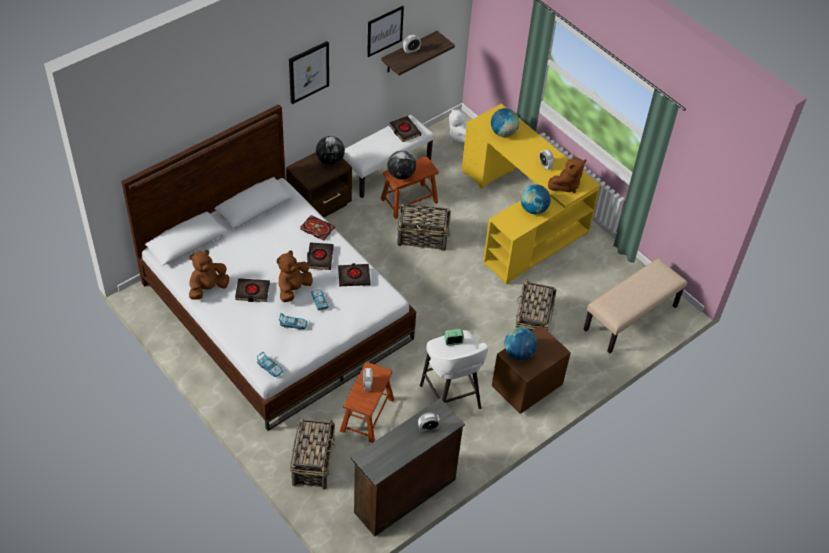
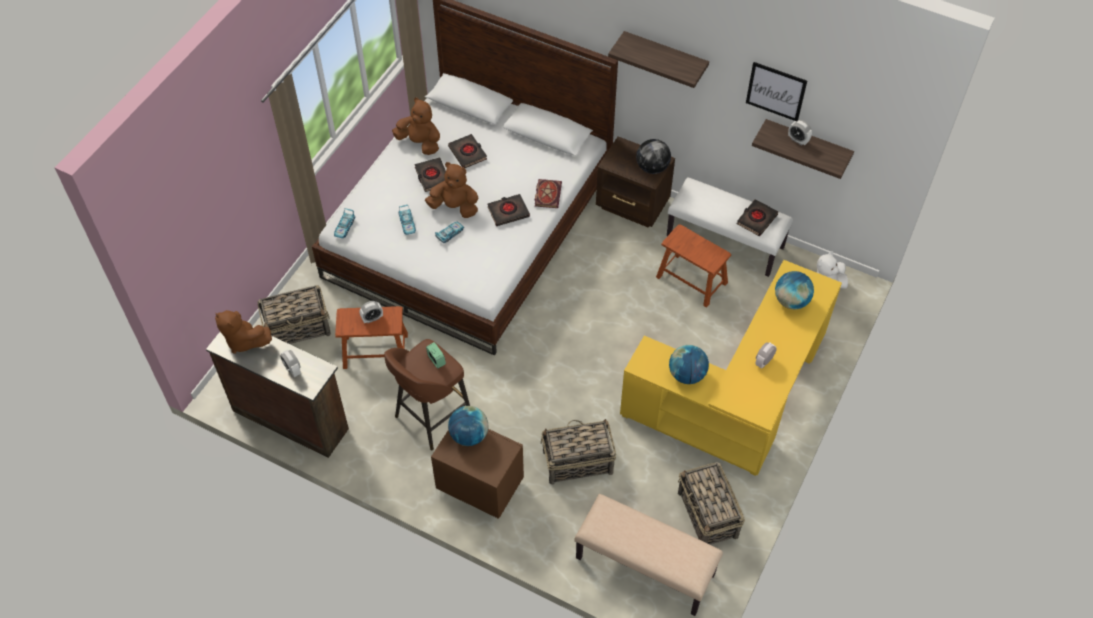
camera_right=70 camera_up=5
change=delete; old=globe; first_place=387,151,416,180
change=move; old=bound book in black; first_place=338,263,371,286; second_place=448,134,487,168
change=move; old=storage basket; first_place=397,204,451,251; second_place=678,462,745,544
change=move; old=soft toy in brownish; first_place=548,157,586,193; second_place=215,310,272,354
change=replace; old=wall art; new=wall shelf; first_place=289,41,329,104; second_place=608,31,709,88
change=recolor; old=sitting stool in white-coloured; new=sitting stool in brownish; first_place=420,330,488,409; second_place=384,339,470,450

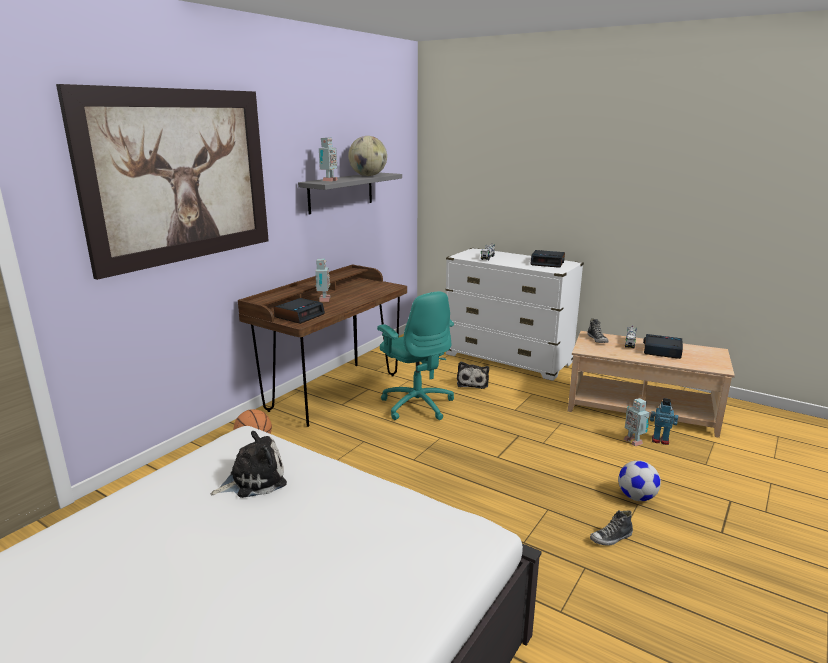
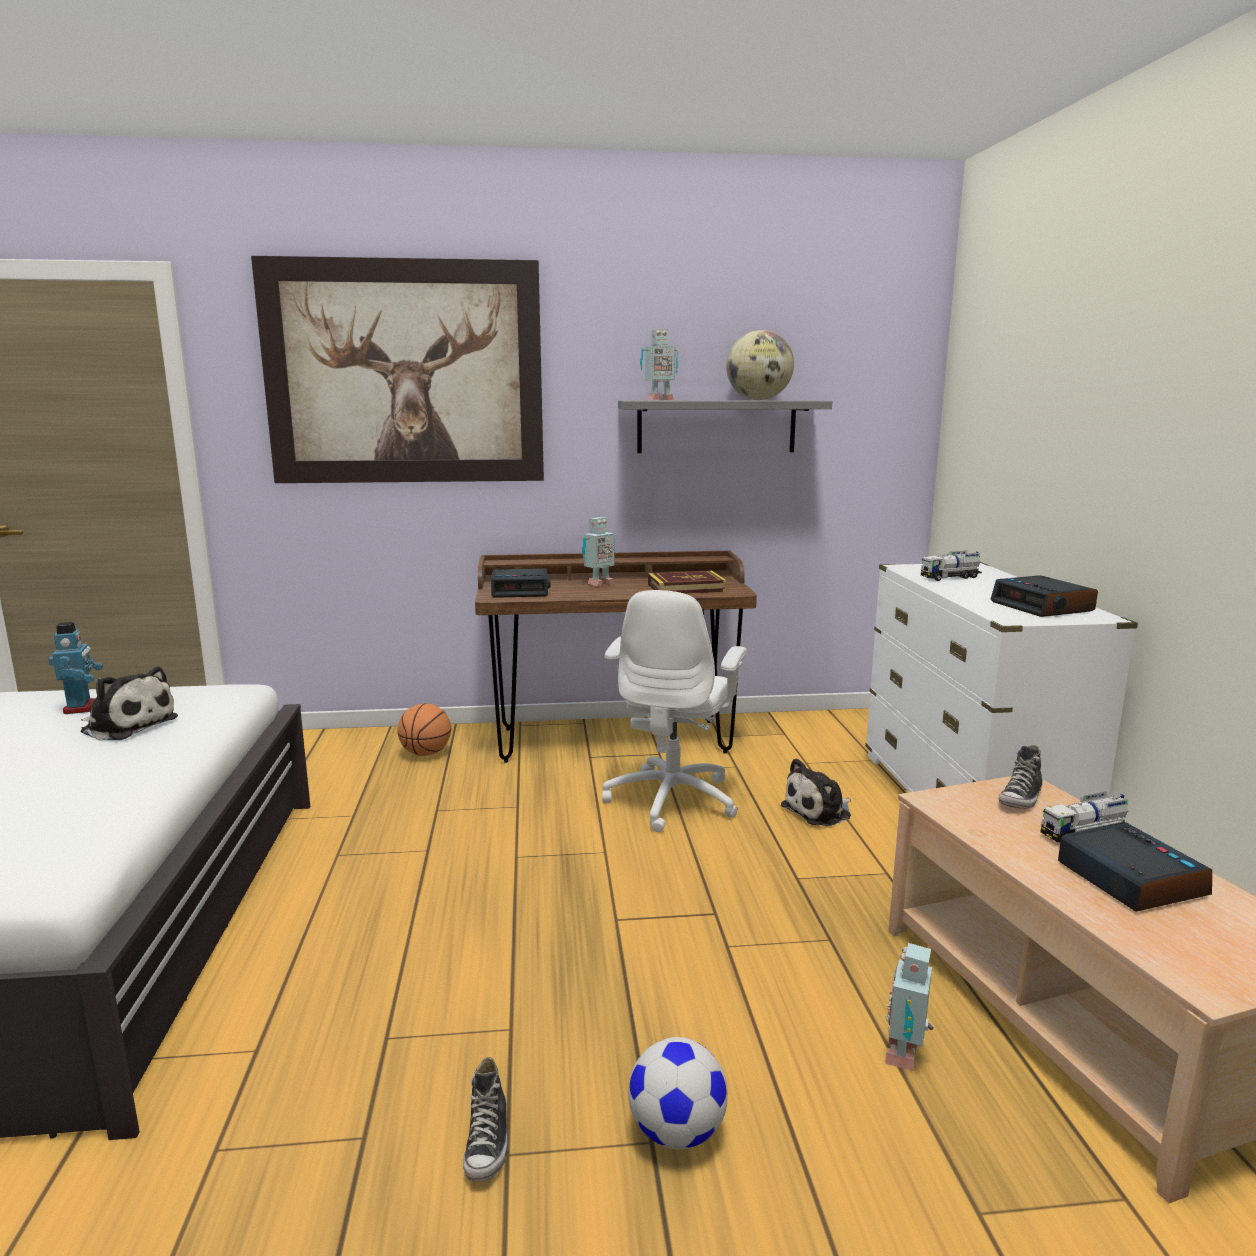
camera_right=50 camera_up=-5
change=insert; new=bound book; second_place=648,571,727,594
change=move; old=robot figure; first_place=650,398,678,445; second_place=49,622,103,714
change=recolor; old=computer chair in turquoise; new=computer chair in white-coloured; first_place=377,292,454,420; second_place=602,590,747,832
change=rotate; old=item of footwear; first_place=590,510,633,546; second_place=463,1057,507,1182; degrees=-120

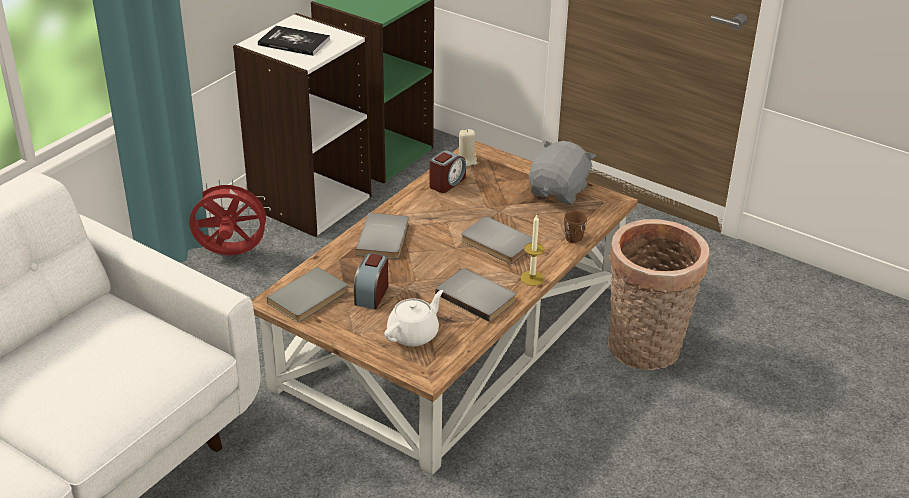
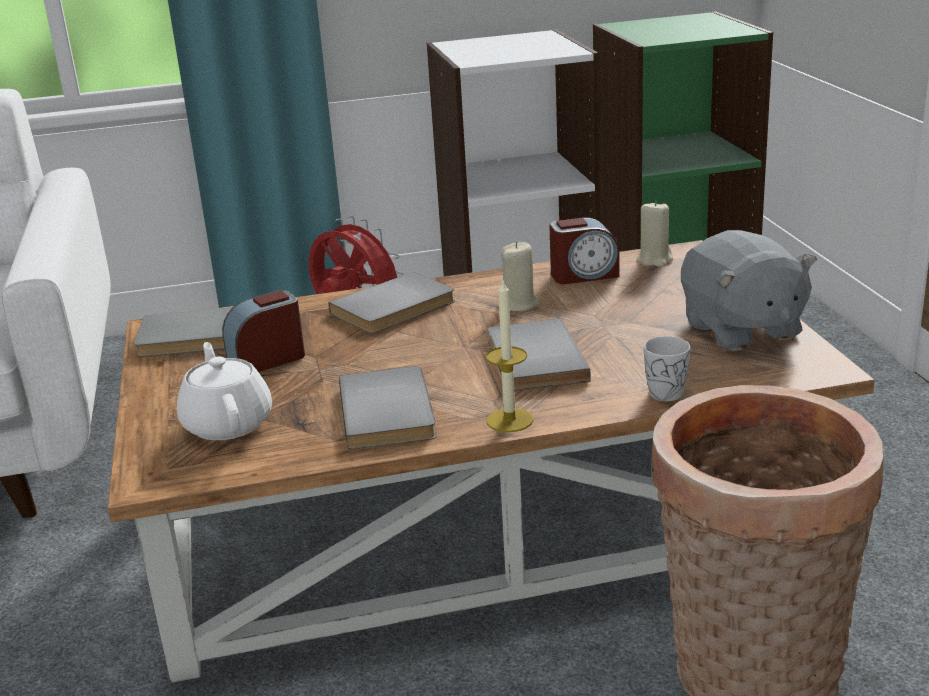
camera_right=45 camera_up=-10
change=delete; old=bound book; first_place=258,25,330,56
change=insert; new=wax candle in beige; second_place=501,242,540,311
change=recolor; old=coffee mug in brownish; new=coffee mug in white-coloured; first_place=564,211,587,243; second_place=644,336,690,401
change=rotate; old=pot for tea in white-coloured; first_place=384,290,443,347; second_place=177,342,272,440; degrees=-105
change=rotate; old=soft toy in grey; first_place=529,140,596,205; second_place=681,230,817,351; degrees=90

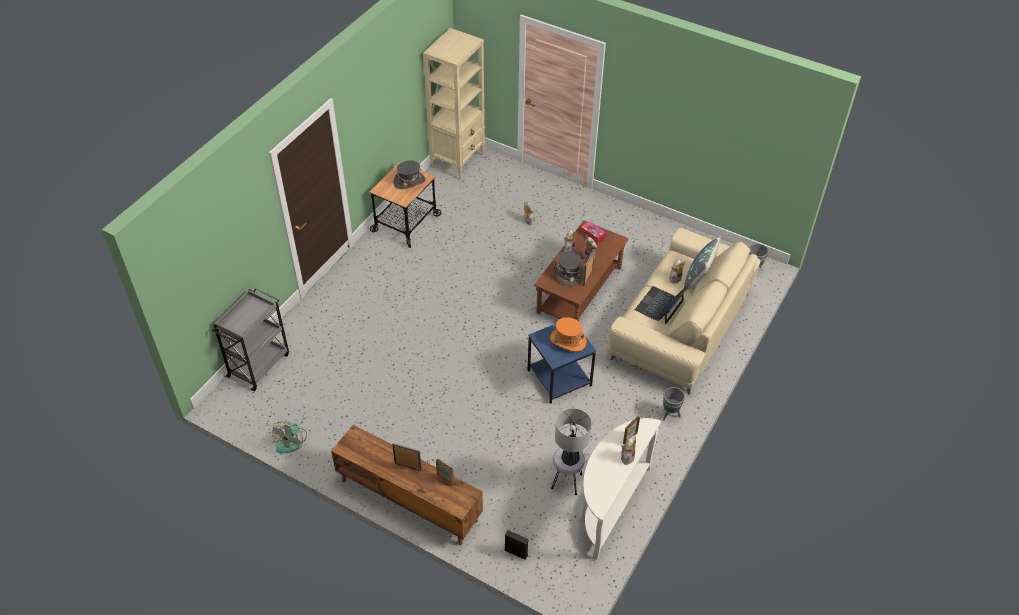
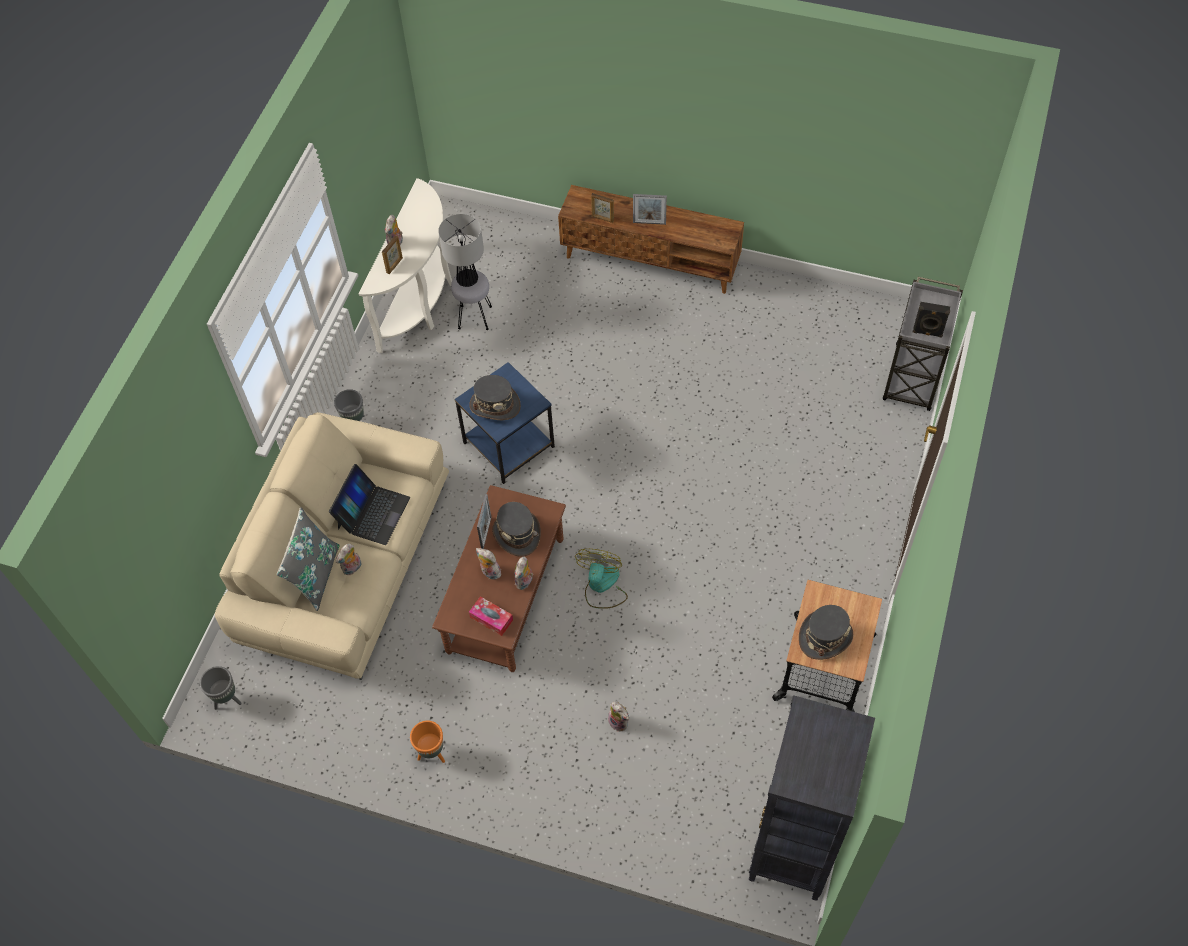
camera_right=170 camera_up=10
change=insert; new=plant pot in orangey; second_place=410,721,445,763
change=move; old=cooling fan; first_place=272,421,307,453; second_place=575,549,628,609
change=move; old=audio speaker in black; first_place=505,530,529,560; second_place=913,302,950,337
change=recolor; old=bookshelf in beige; new=bookshelf in black; first_place=423,28,485,179; second_place=749,695,875,901
change=recolor; old=wearable hat in orangey; new=wearable hat in grey; first_place=550,317,586,351; second_place=469,375,521,420

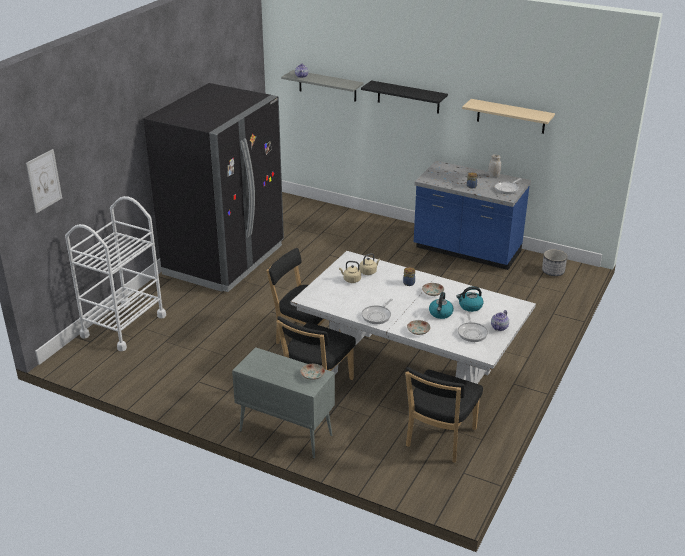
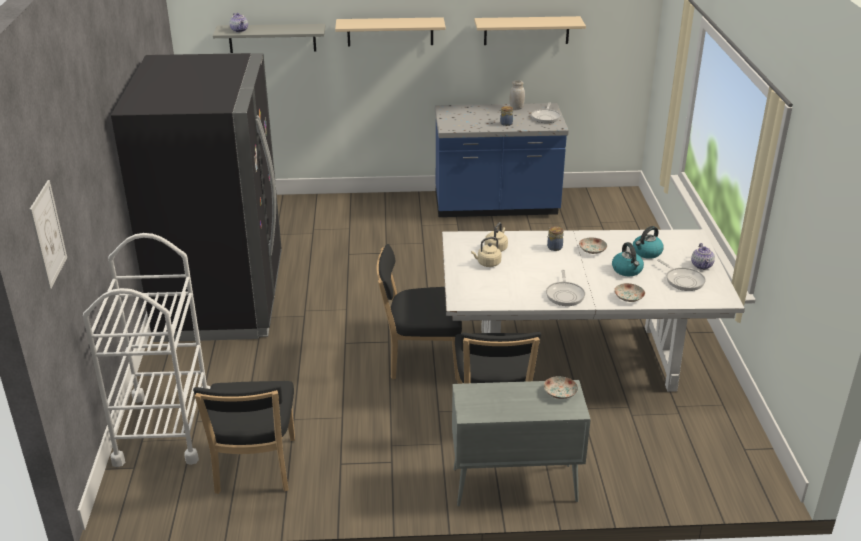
camera_right=-30 camera_up=0
change=delete; old=plant pot; first_place=542,249,568,276
change=move; old=plain chair in black; first_place=405,367,483,463; second_place=193,381,295,494
change=recolor; old=wall shelf in black; new=wall shelf in beige; first_place=361,80,448,114; second_place=335,17,446,47

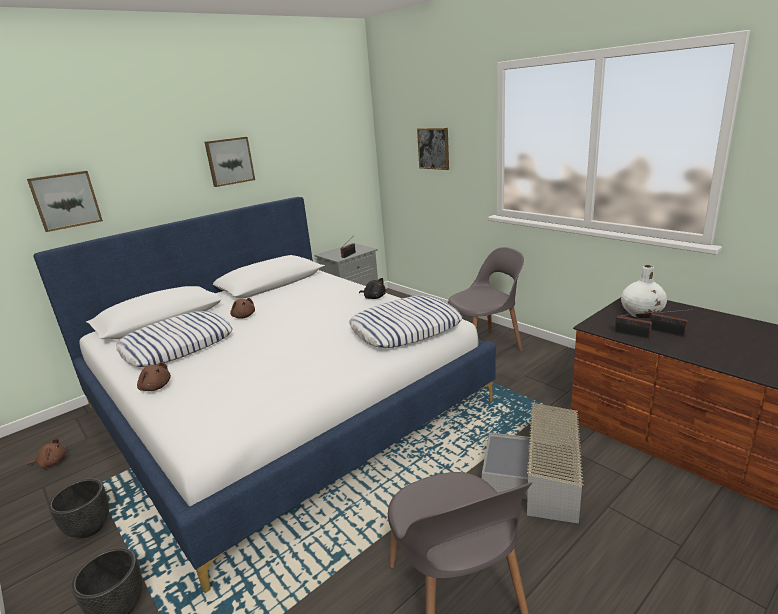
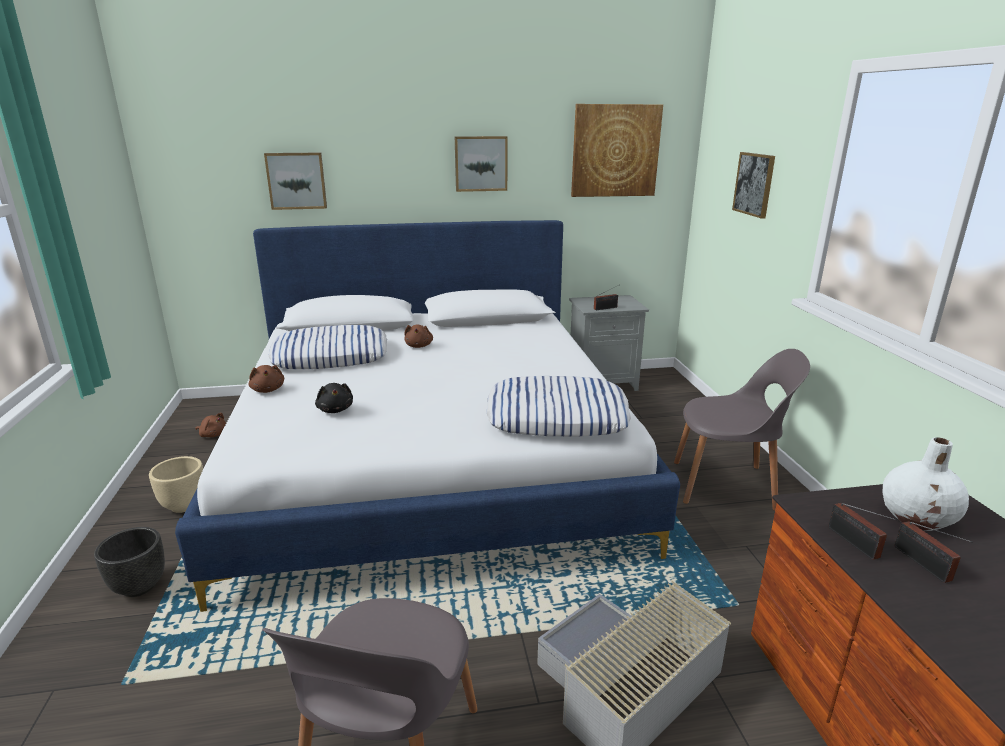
camera_right=30 camera_up=0
change=insert; new=wall art; second_place=571,104,663,197
change=move; old=soft toy in black; first_place=359,278,386,299; second_place=315,383,353,413
change=recolor; old=plant pot in black; new=plant pot in beige; first_place=48,478,109,538; second_place=149,456,203,513

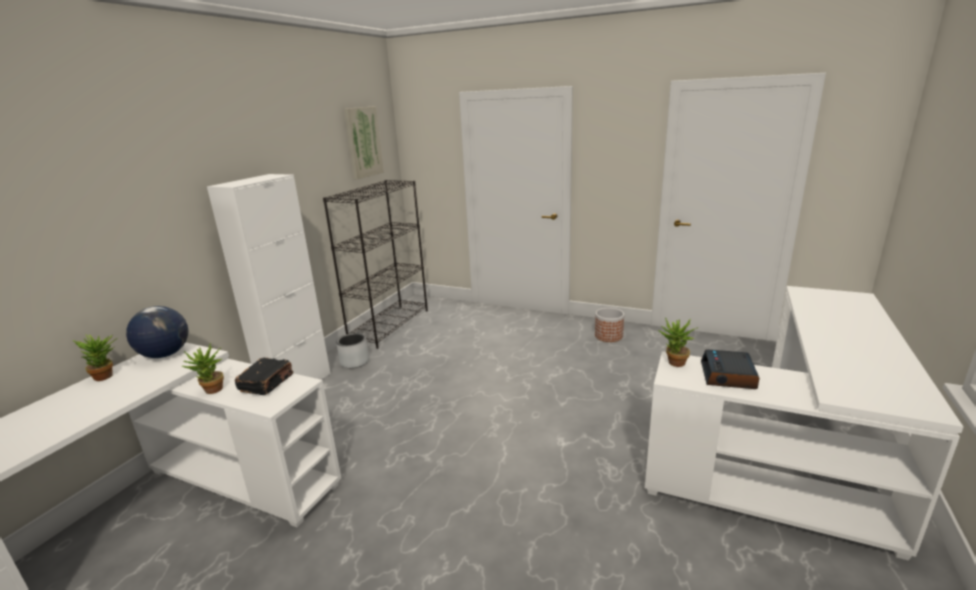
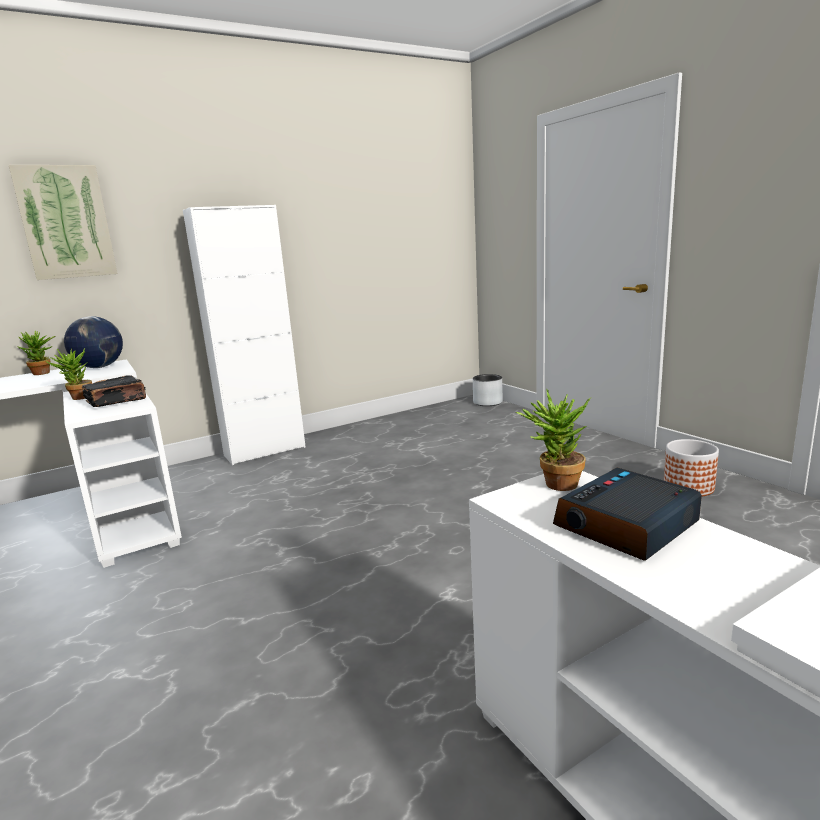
camera_right=35 camera_up=-5
change=delete; old=bookshelf in black; first_place=323,180,428,349
change=move; old=plant pot in grey; first_place=336,333,369,368; second_place=473,374,503,406
change=move; old=wall art; first_place=344,106,384,179; second_place=9,165,118,280

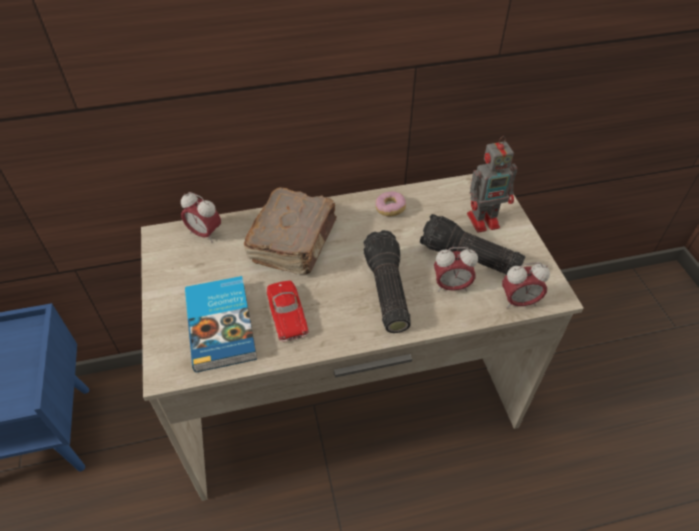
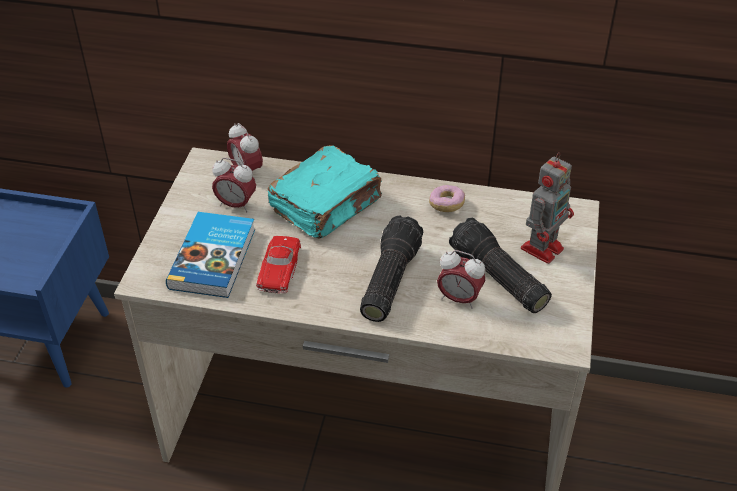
camera_right=25 camera_up=-5
change=move; old=bedside clock; first_place=502,262,550,309; second_place=212,158,256,212
change=recolor; old=bound book in brownish; new=bound book in turquoise; first_place=244,187,336,274; second_place=267,145,382,238
change=rotate; old=robot figure; first_place=467,136,517,233; second_place=521,152,574,264; degrees=-60

